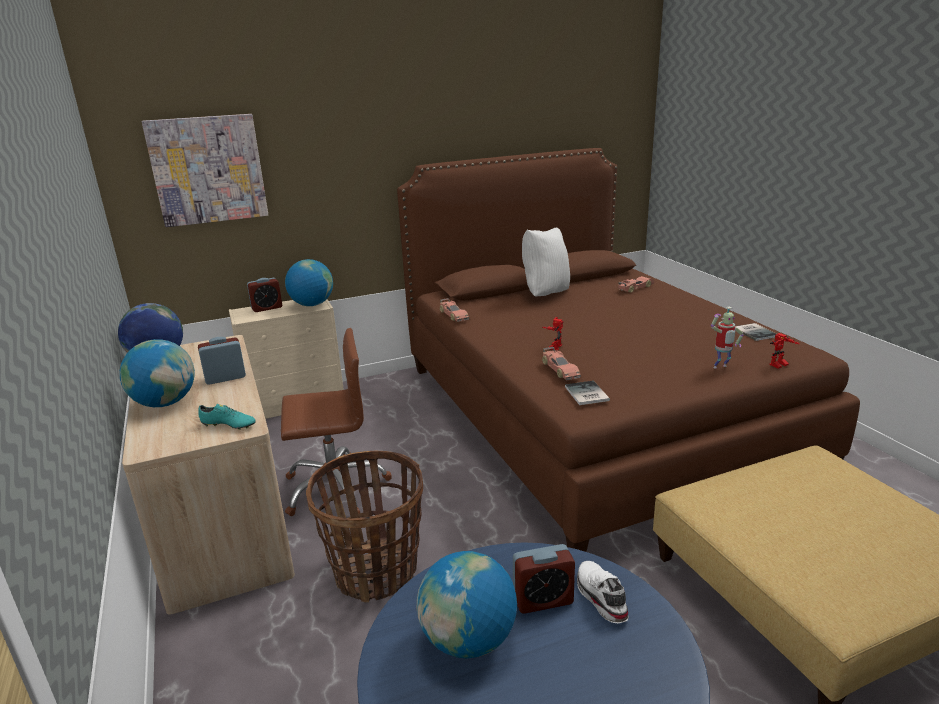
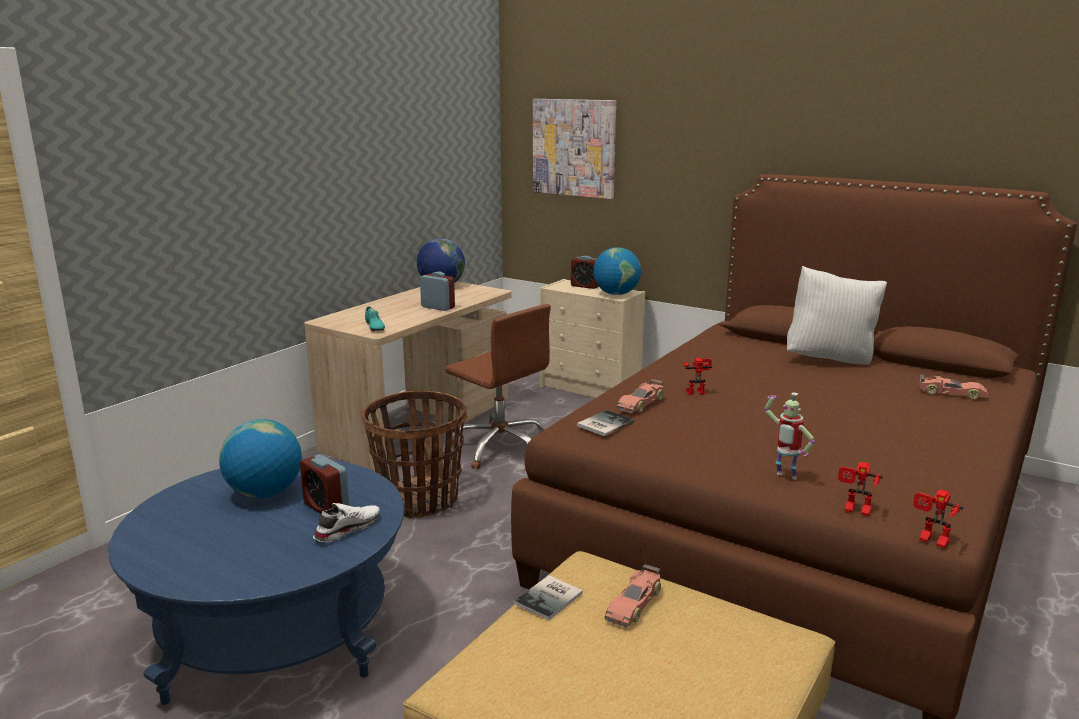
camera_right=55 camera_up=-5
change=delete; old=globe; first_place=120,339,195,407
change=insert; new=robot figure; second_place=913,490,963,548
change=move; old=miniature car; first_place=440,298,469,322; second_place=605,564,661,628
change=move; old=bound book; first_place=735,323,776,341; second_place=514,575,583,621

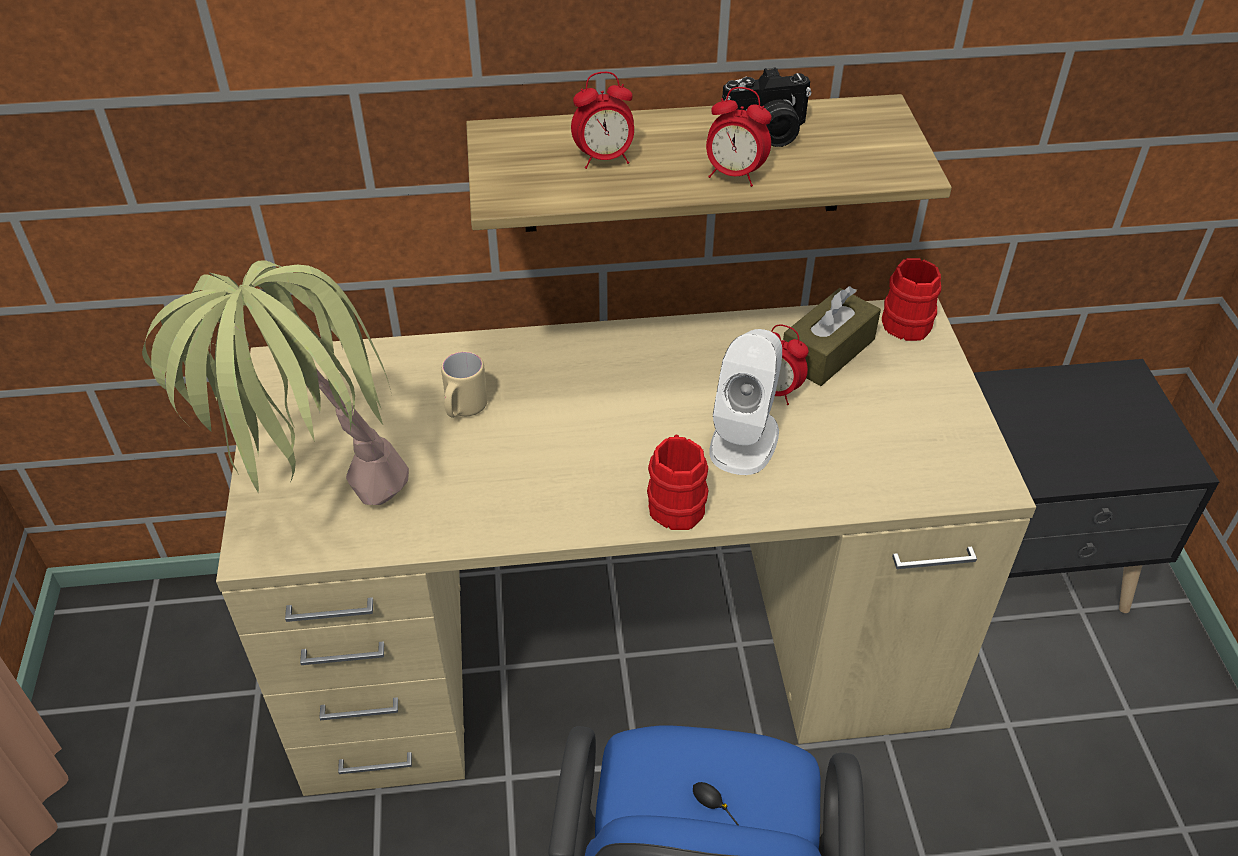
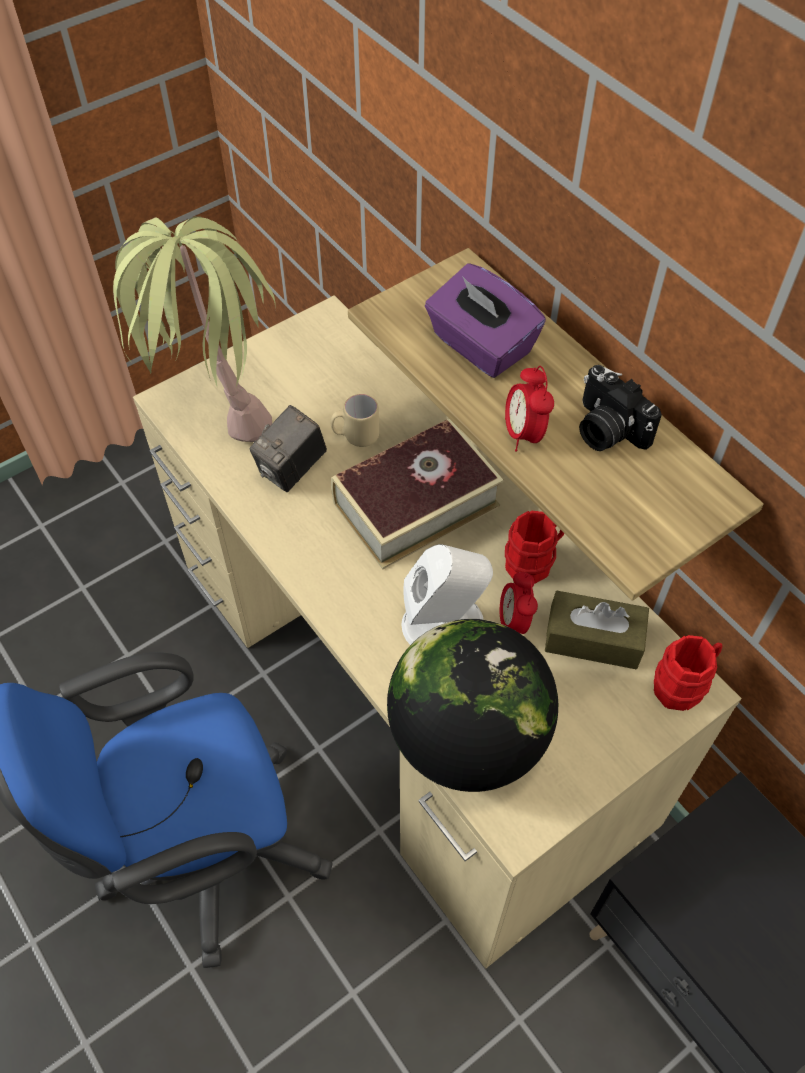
camera_right=60 camera_up=10
change=insert; new=photo camera; second_place=250,405,327,492
change=insert; new=bound book; second_place=331,419,504,570
change=insert; new=globe; second_place=387,619,558,792
change=move; old=coffee mug in red-coloured; first_place=647,434,708,530; second_place=505,511,565,584
change=replace; old=bedside clock; new=tissue box in purple; first_place=571,72,634,169; second_place=425,263,546,378

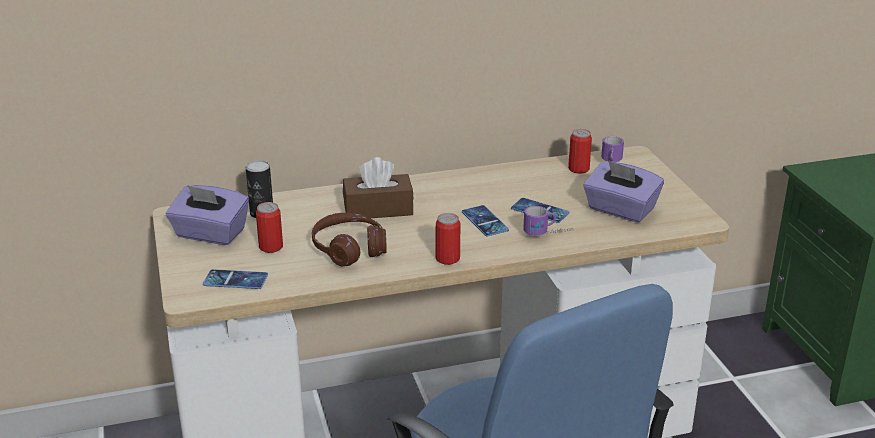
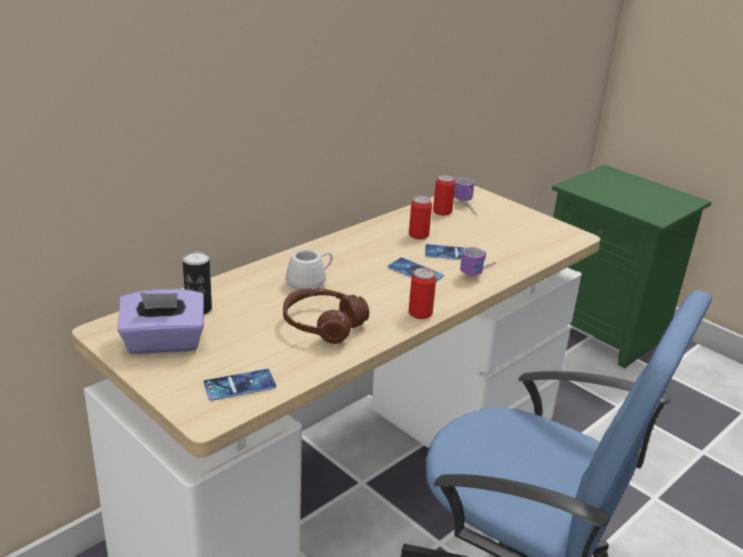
camera_right=-30 camera_up=0
change=delete; old=tissue box in purple; first_place=583,160,664,223
change=move; old=metal can; first_place=256,202,283,253; second_place=409,196,432,239
change=replace; old=tissue box in brownish; new=coffee mug in white-coloured; first_place=343,157,414,218; second_place=286,250,333,290

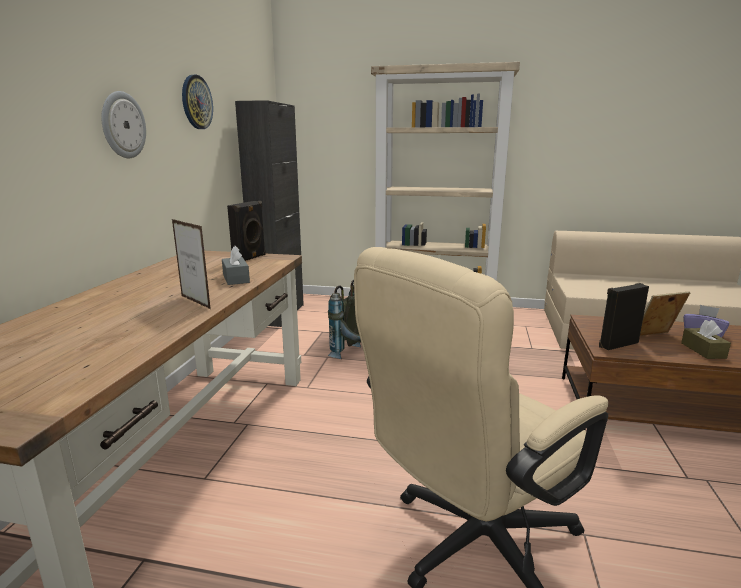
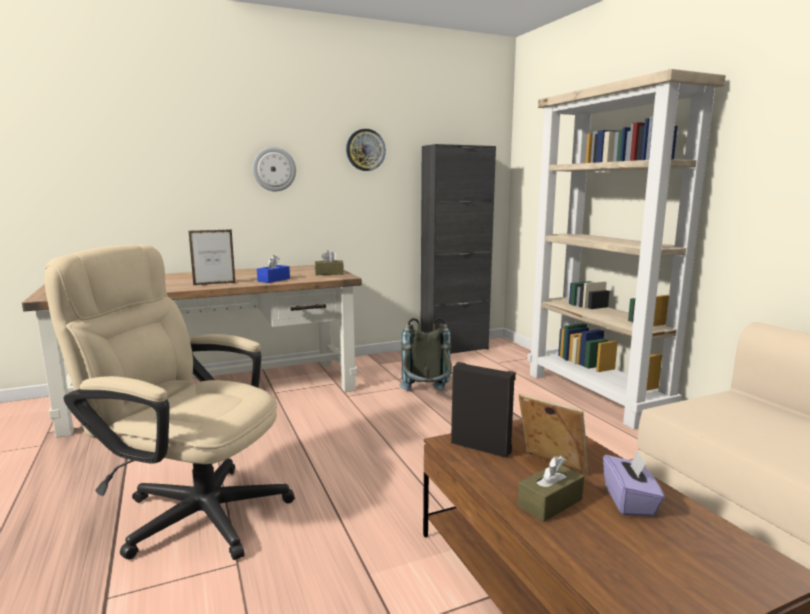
camera_right=55 camera_up=-5
change=replace; old=audio speaker in black; new=tissue box in brownish; first_place=227,201,266,261; second_place=315,250,344,275
change=recolor; old=tissue box in grey; new=tissue box in bluish; first_place=222,246,250,285; second_place=257,255,290,283
change=rotate; old=standing frame; first_place=172,219,211,309; second_place=189,229,236,286; degrees=60

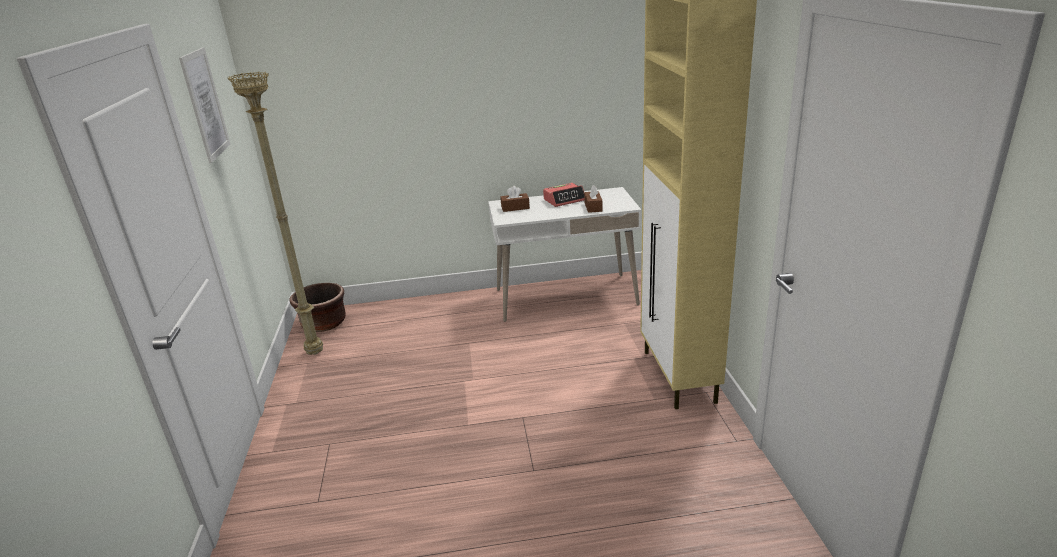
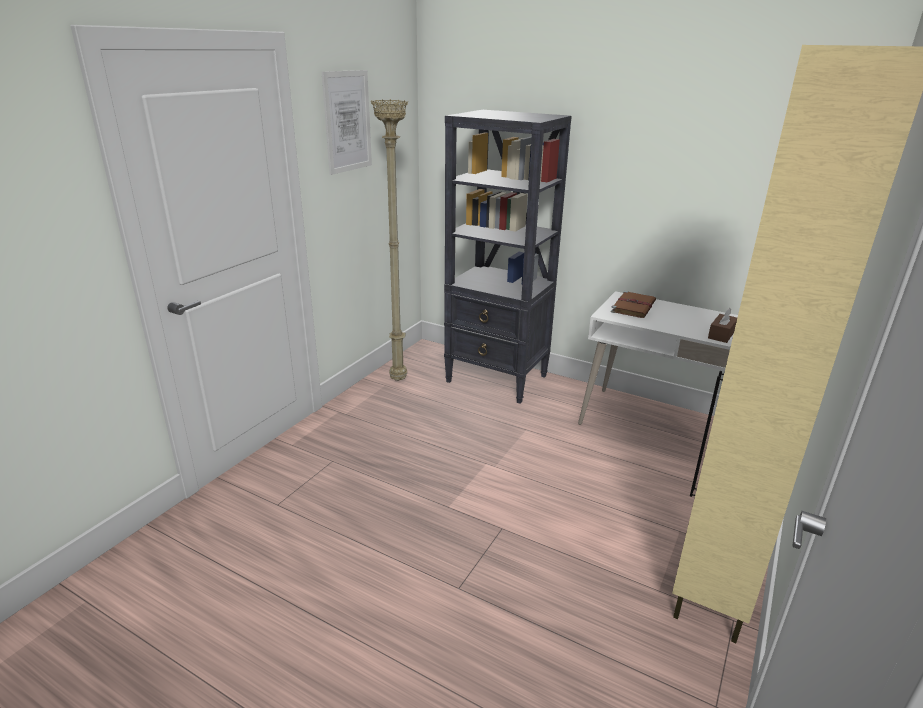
camera_right=35 camera_up=0
change=delete; old=plant pot in brownish; first_place=290,283,346,332
change=delete; old=bedside clock; first_place=543,183,585,207
change=insert; new=bookshelf in black; second_place=444,110,572,404
change=replace; old=tissue box in brownish; new=bound book in brownish; first_place=500,186,530,212; second_place=611,291,656,318

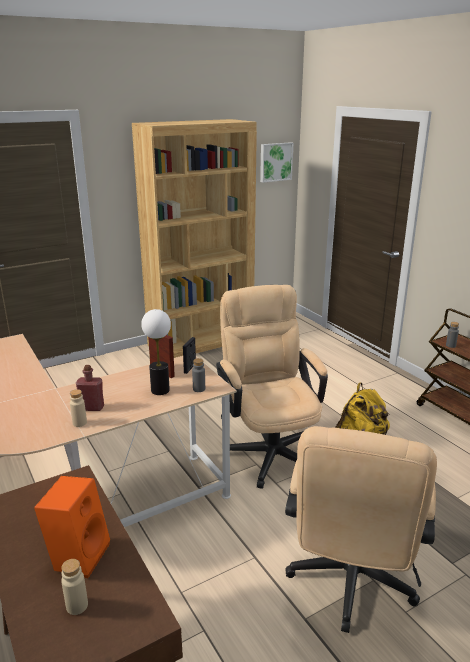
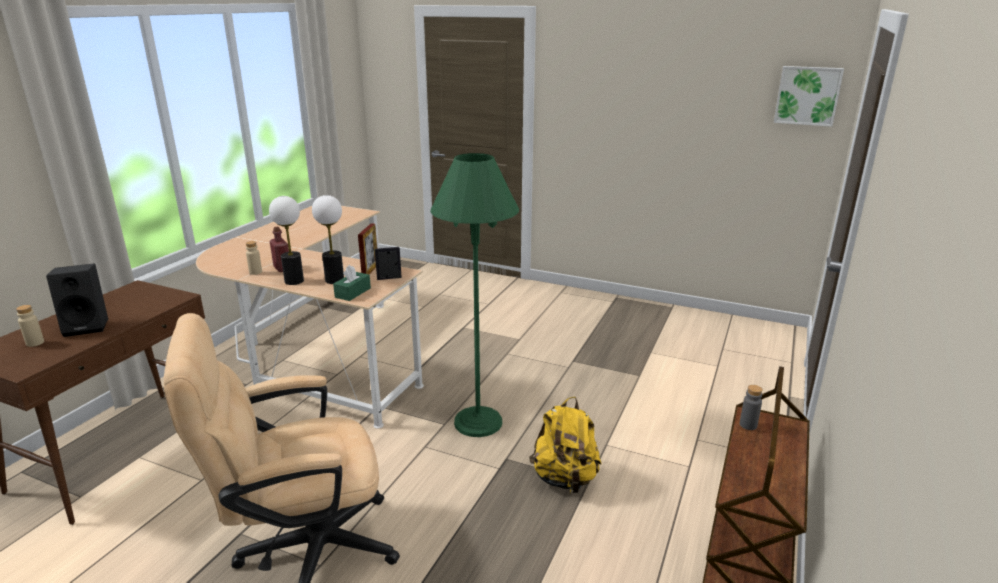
camera_right=55 camera_up=0
change=delete; old=bookshelf in brownish; first_place=132,119,257,358
change=insert; new=table lamp; second_place=269,196,304,285
change=replace; old=bottle in grey; new=tissue box in greenish; first_place=192,358,205,392; second_place=333,265,371,301
change=replace; old=computer chair in beige; new=standing lamp in greenish; first_place=216,285,328,489; second_place=431,153,519,437
change=recolor; old=audio speaker in orangey; new=audio speaker in black; first_place=34,476,110,578; second_place=46,264,108,337

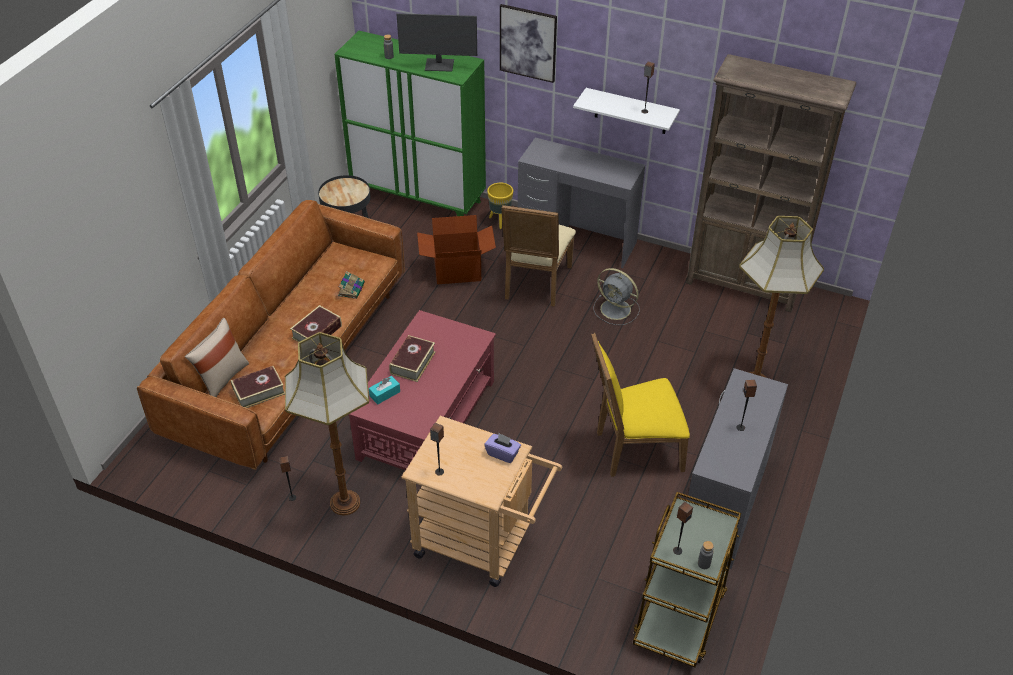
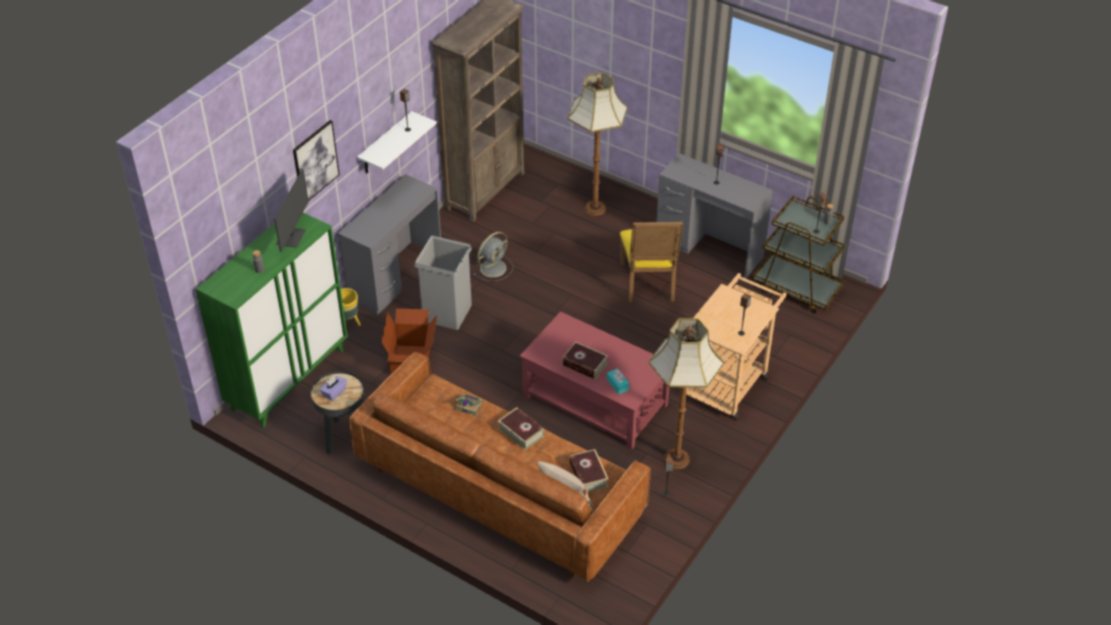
camera_right=-80 camera_up=0
change=move; old=tissue box in purple; first_place=484,433,521,463; second_place=320,376,347,401
change=replace; old=plain chair in beige; new=waste bin in grey; first_place=501,205,576,307; second_place=414,235,472,330

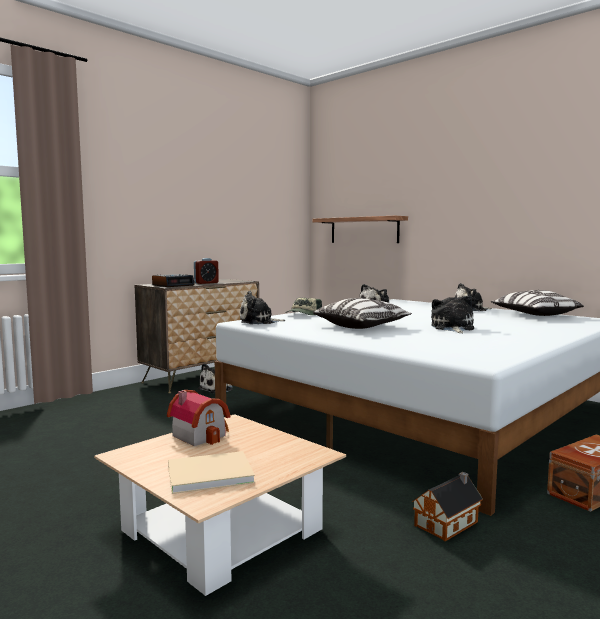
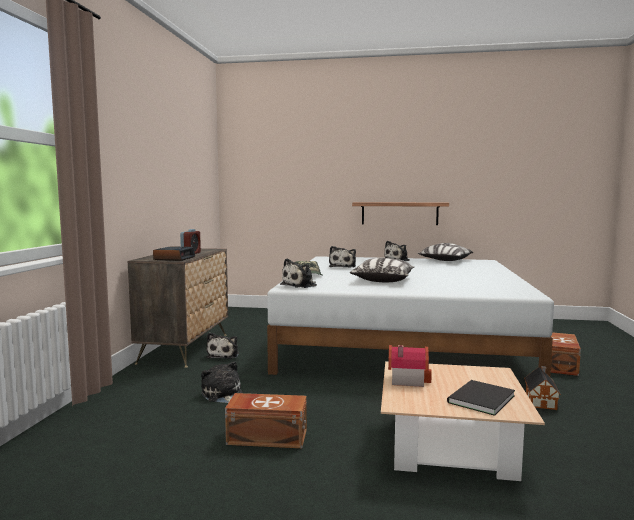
camera_right=-35 camera_up=0
change=insert; new=storage box in brownish; second_place=225,393,307,448
change=move; old=wall shelf; first_place=313,216,408,243; second_place=352,202,449,225
change=move; old=soft toy; first_place=431,295,474,333; second_place=201,361,243,403
change=recolor; old=bound book in beige; new=bound book in black; first_place=168,451,255,494; second_place=447,380,515,416

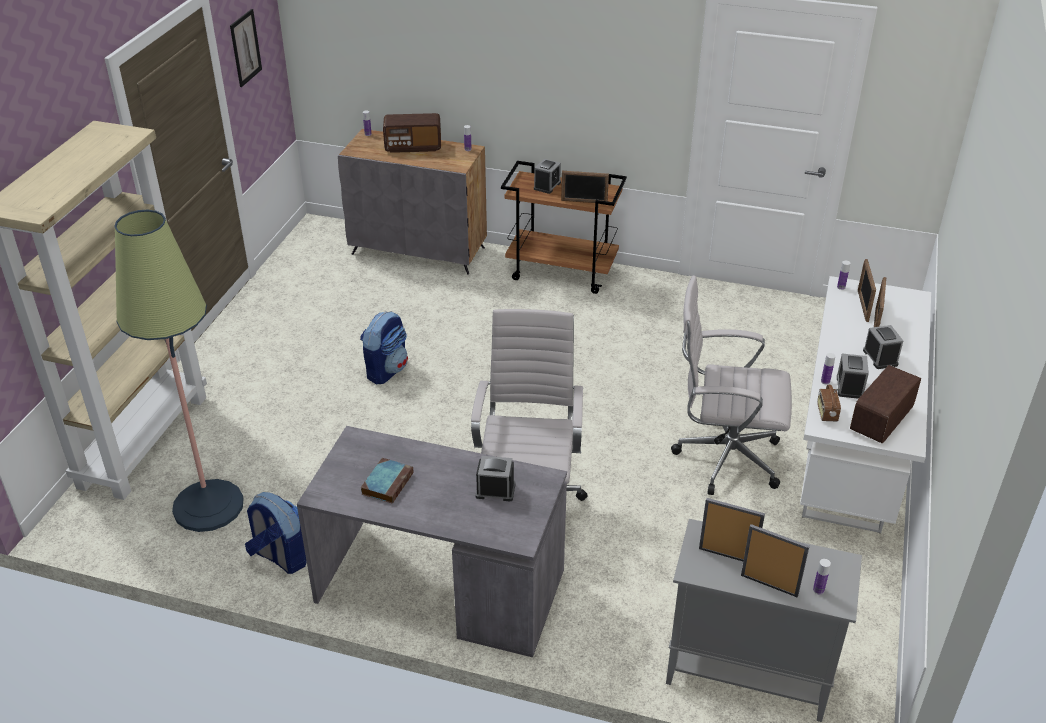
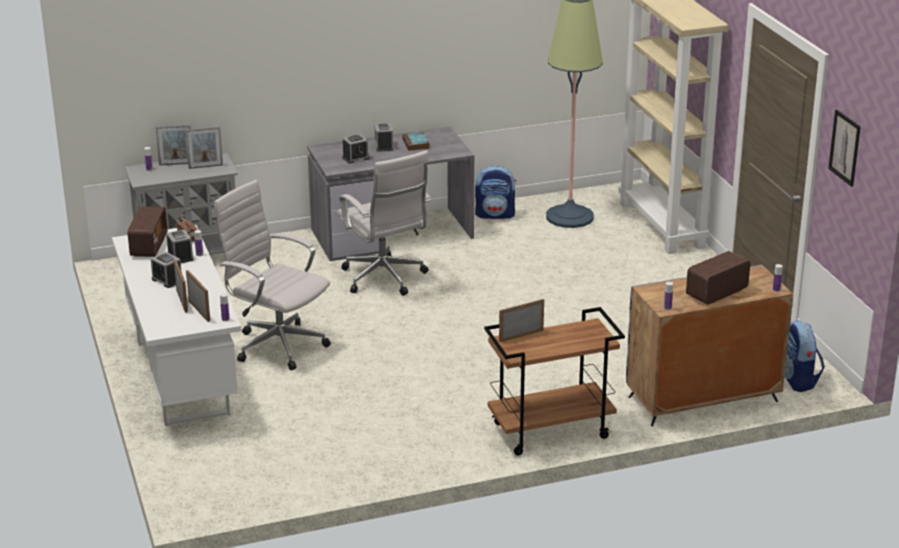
camera_right=145 camera_up=-10
change=move; old=backpack; first_place=360,311,408,384; second_place=784,320,825,392
change=move; old=bedside clock; first_place=534,159,561,194; second_place=375,123,393,152
change=rotate; old=computer chair in white-coloured; first_place=671,275,792,495; second_place=214,180,331,370; degrees=-120

